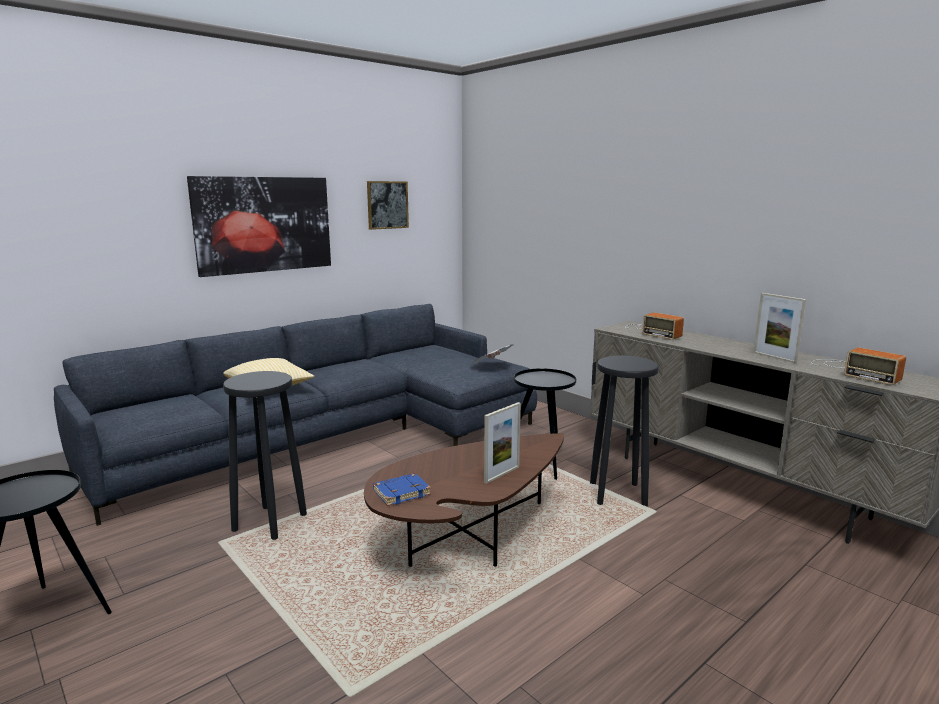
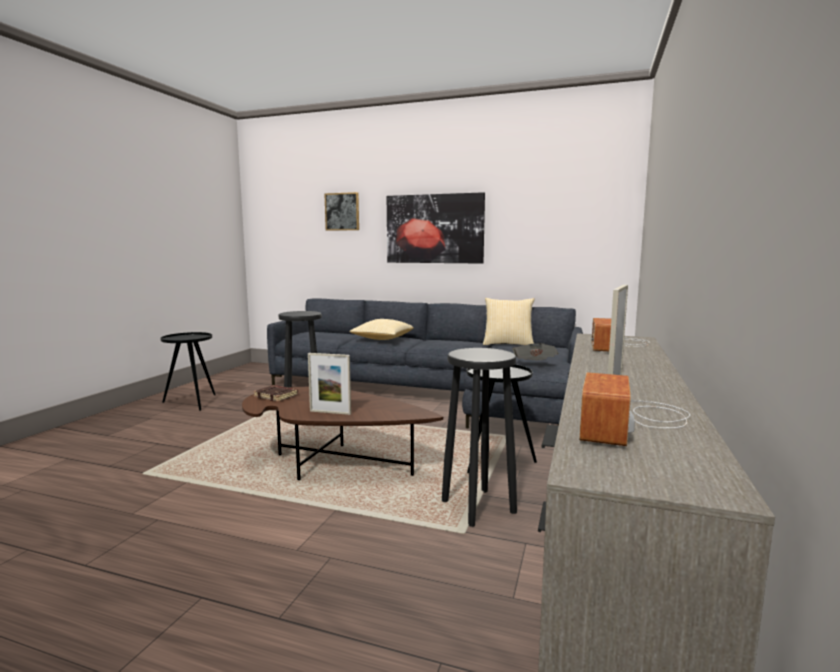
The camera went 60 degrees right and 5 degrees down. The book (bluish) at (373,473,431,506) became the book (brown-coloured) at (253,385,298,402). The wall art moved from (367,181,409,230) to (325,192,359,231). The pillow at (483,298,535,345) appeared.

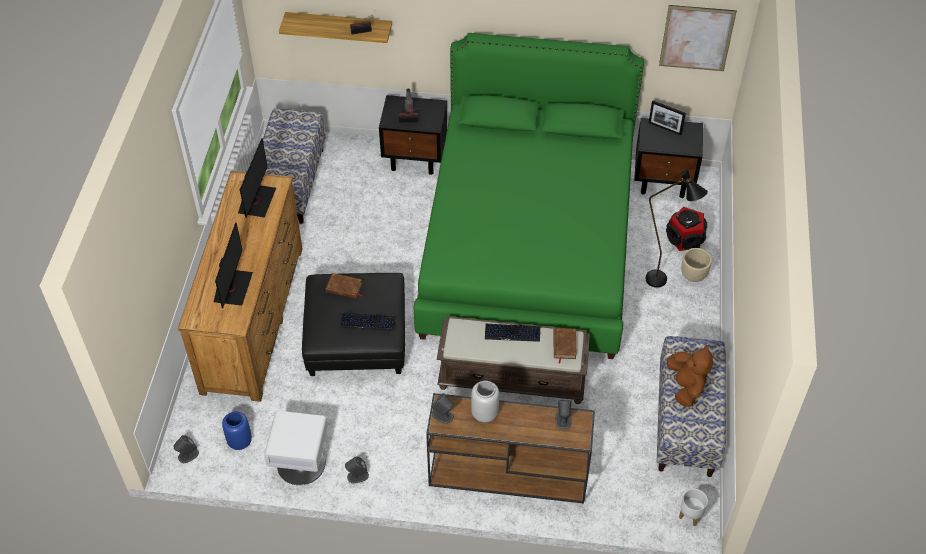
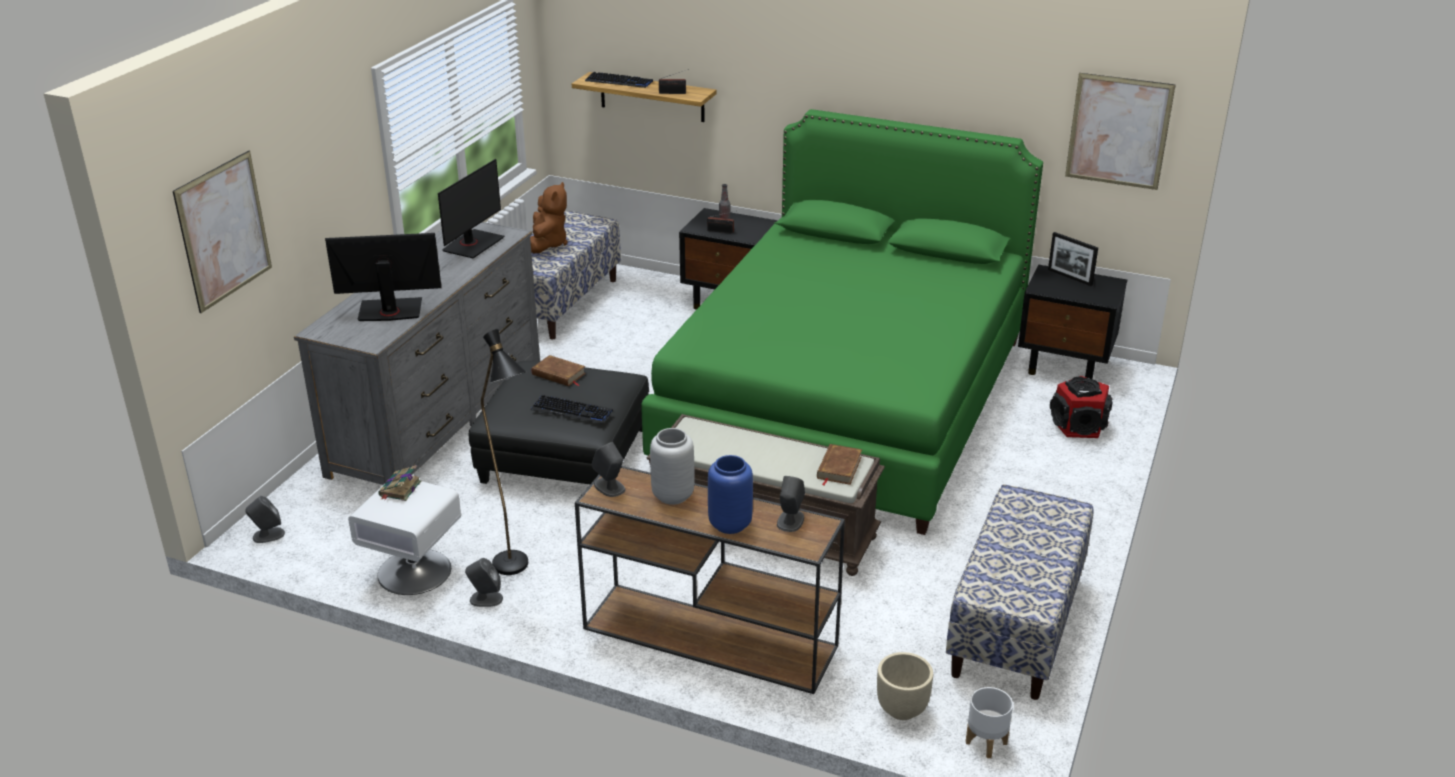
The camera went 15 degrees right and 20 degrees down. The wall art at (173,151,272,313) appeared. The dresser (brown-coloured) at (178,171,302,402) became the dresser (grey) at (294,222,540,485). The computer screen at (214,222,253,309) turned 120 degrees counterclockwise. The book at (378,465,421,501) appeared. The floor lamp (black) moved from (646,169,708,288) to (481,329,528,575). The cuddly toy (brown-coloured) moved from (667,345,713,407) to (530,182,567,253). The keyboard moved from (485,324,540,342) to (585,72,653,88). The flower vase (bluish) moved from (222,411,252,450) to (708,455,753,534). The planter (beige) moved from (681,248,712,282) to (877,652,933,720).

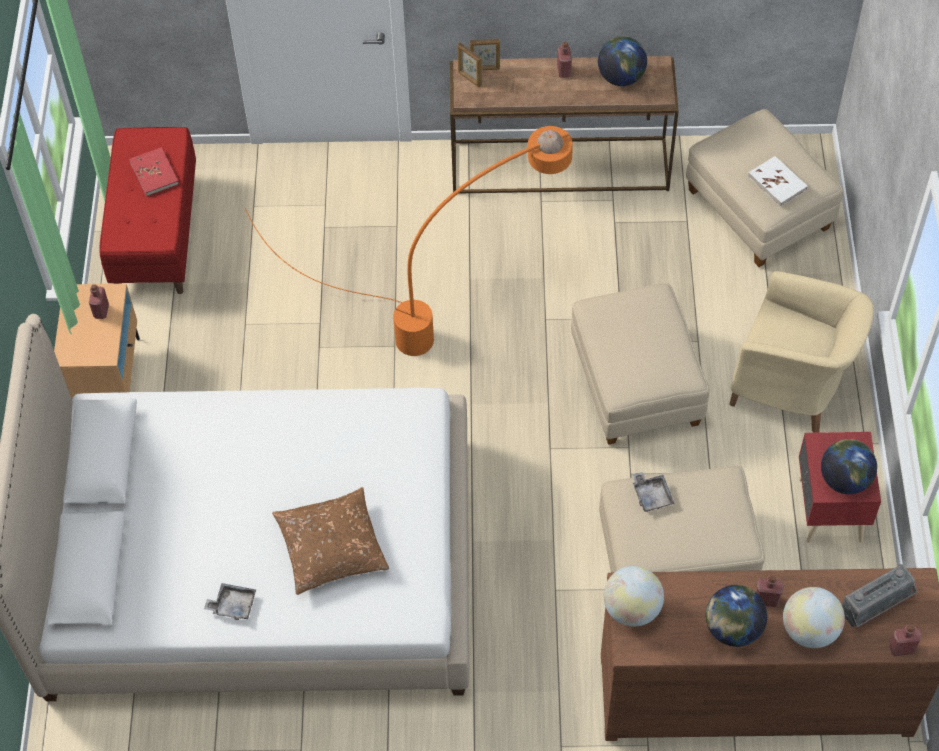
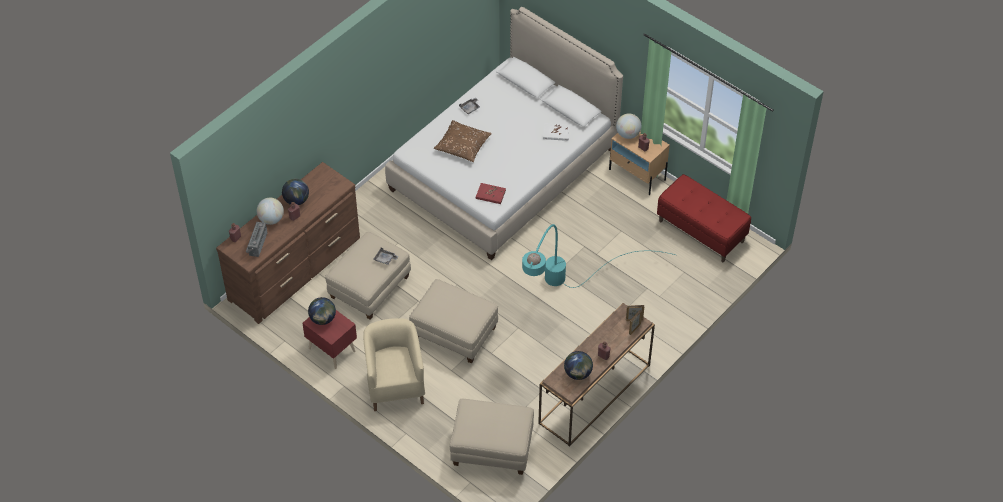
The camera went 130 degrees right and 5 degrees down. The armchair (beige) at (729,271,874,433) turned 105 degrees clockwise. The book (reddish) moved from (129,147,179,197) to (476,183,506,204). The floor lamp (orangey) at (245,126,573,356) became the floor lamp (turquoise) at (522,224,675,288). The book (white-coloured) moved from (748,156,808,207) to (543,123,569,141). The desk globe moved from (604,566,664,627) to (616,113,642,139).

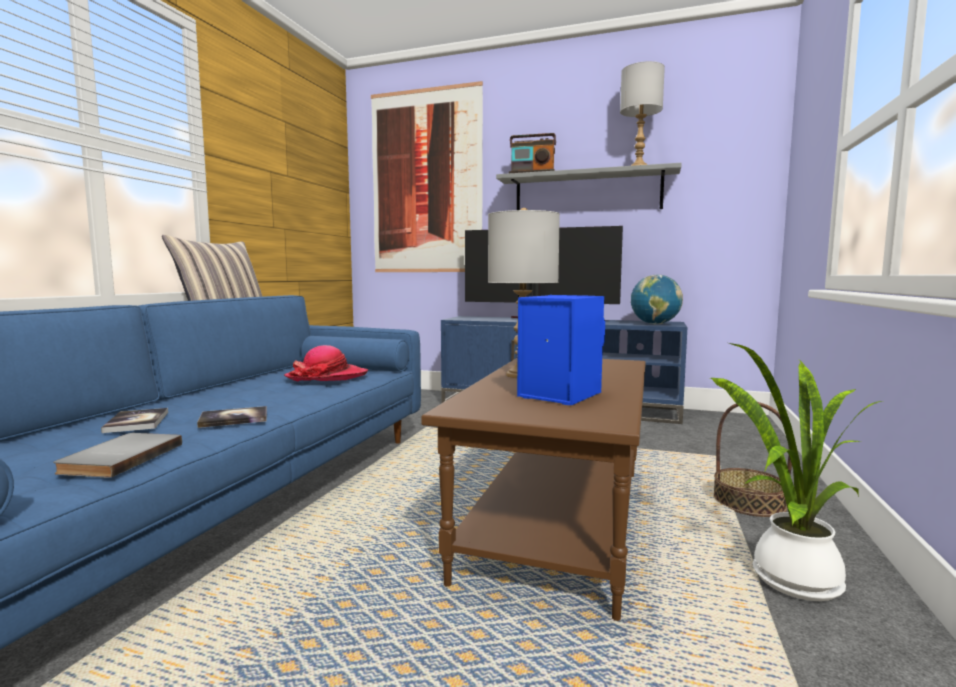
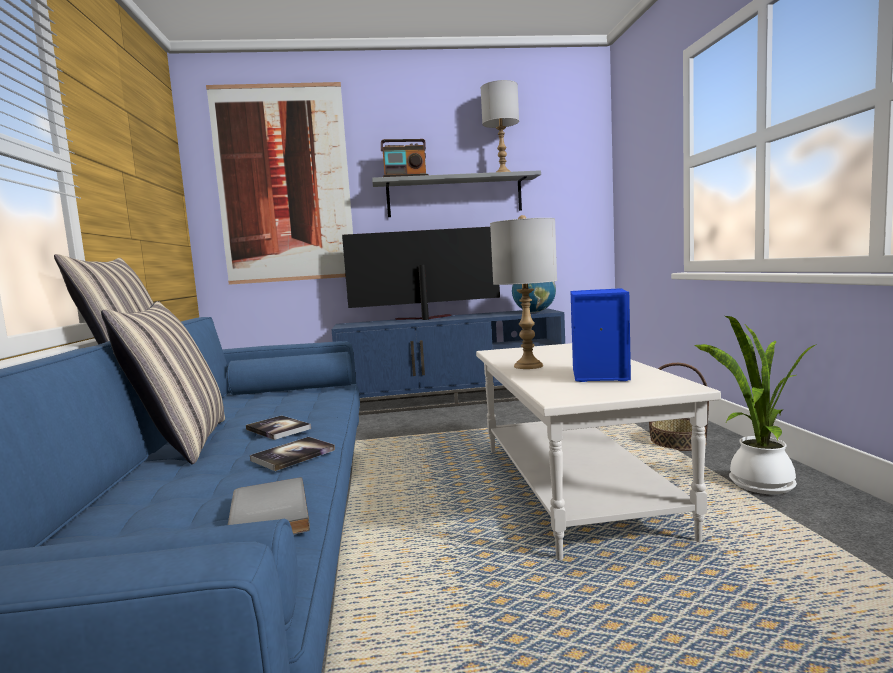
The camera went 25 degrees left and 0 degrees up. The pillow at (101,301,225,464) appeared. The book moved from (101,408,168,433) to (246,415,311,440). The low table (brown-coloured) at (421,358,646,621) became the low table (white-coloured) at (476,343,721,560). The clothing hat at (284,345,368,381) disappeared.

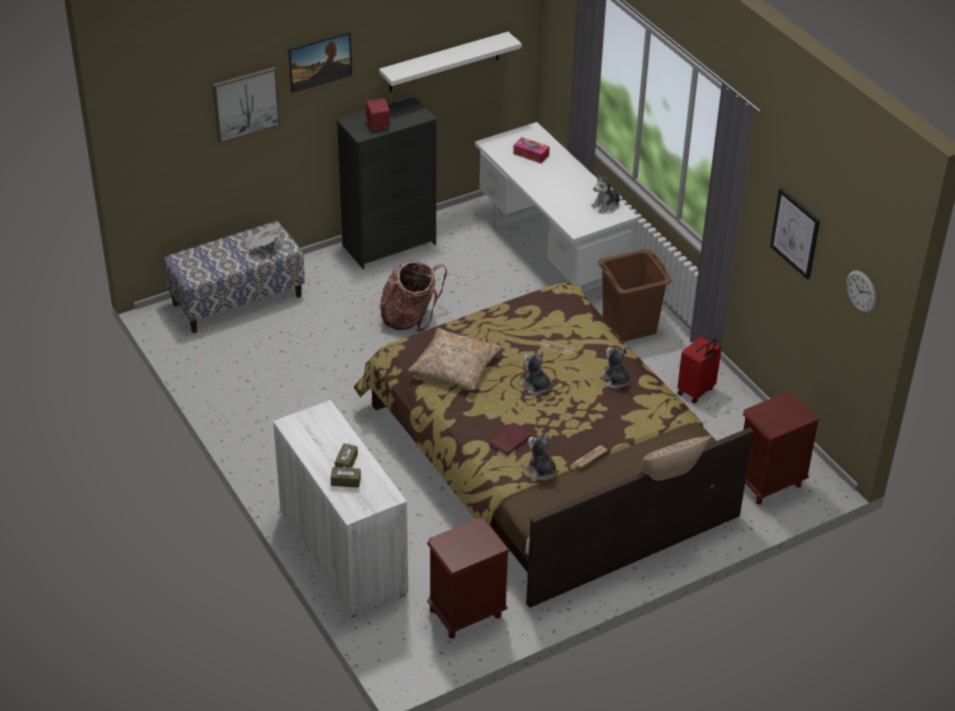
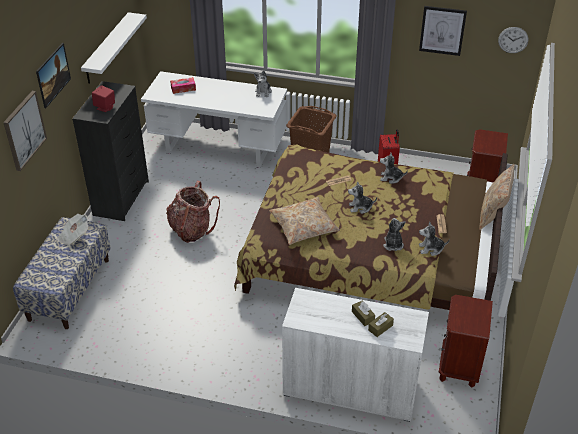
The camera went 45 degrees left and 0 degrees up. The book (reddish) at (490,423,531,455) was replaced by the cuddly toy at (383,218,406,251).

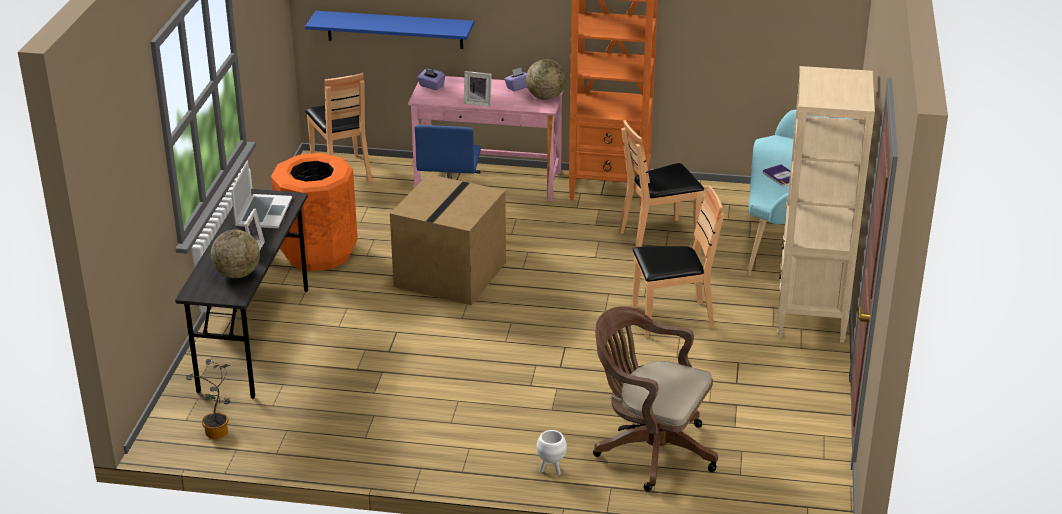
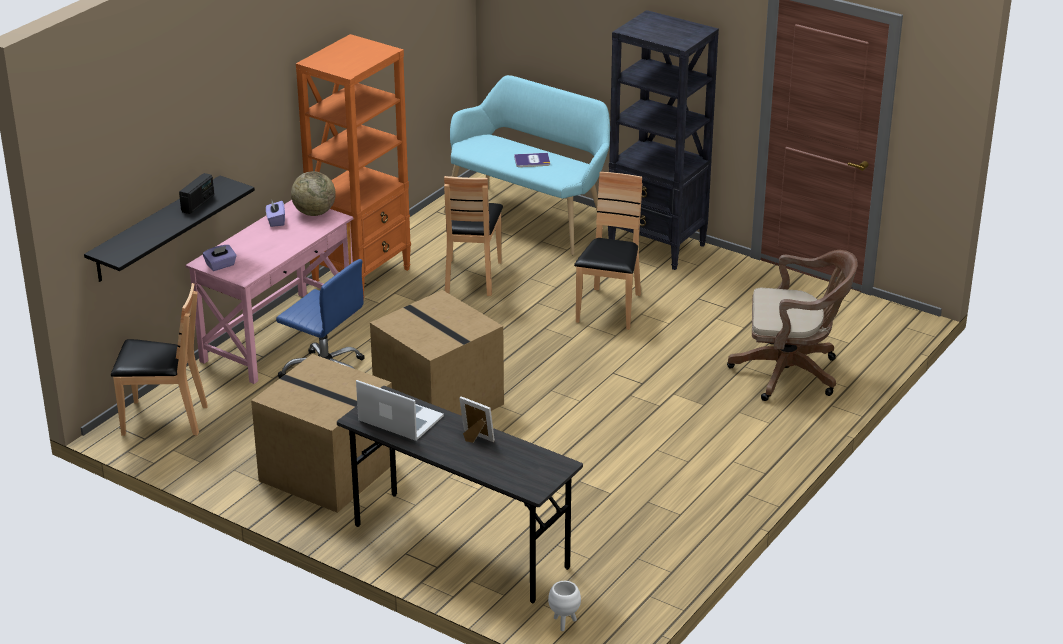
The camera went 65 degrees left and 0 degrees up. The shelf (bluish) at (305,11,474,49) became the shelf (black) at (84,175,255,282). The radio at (179,173,214,214) appeared. The rubbish bin (orangey) at (271,153,358,271) was replaced by the packing box at (251,354,392,513). The planter (white-coloured) moved from (536,430,567,475) to (548,581,581,631). The bookshelf (beige) at (777,66,875,343) became the bookshelf (black) at (608,10,719,270). The office chair (brown-coloured) at (593,306,718,491) turned 135 degrees counterclockwise. The houseplant at (186,359,231,439) disappeared. The desk globe at (211,230,260,278) disappeared. The photo frame at (464,71,492,107) disappeared.

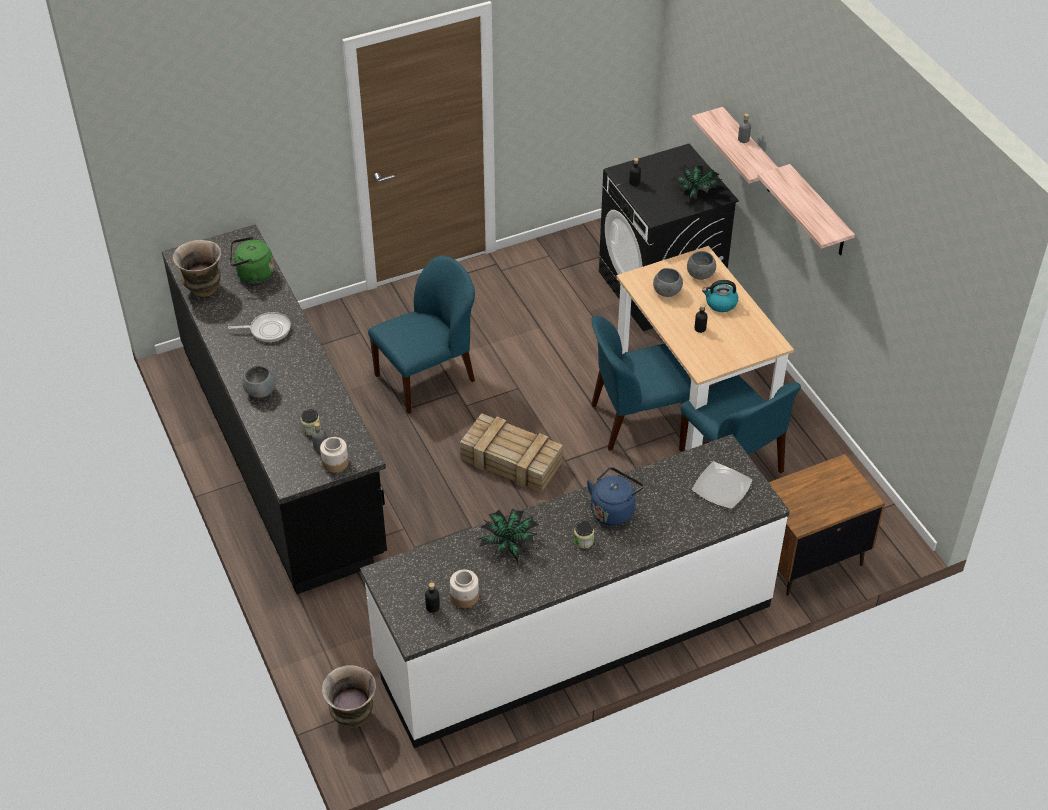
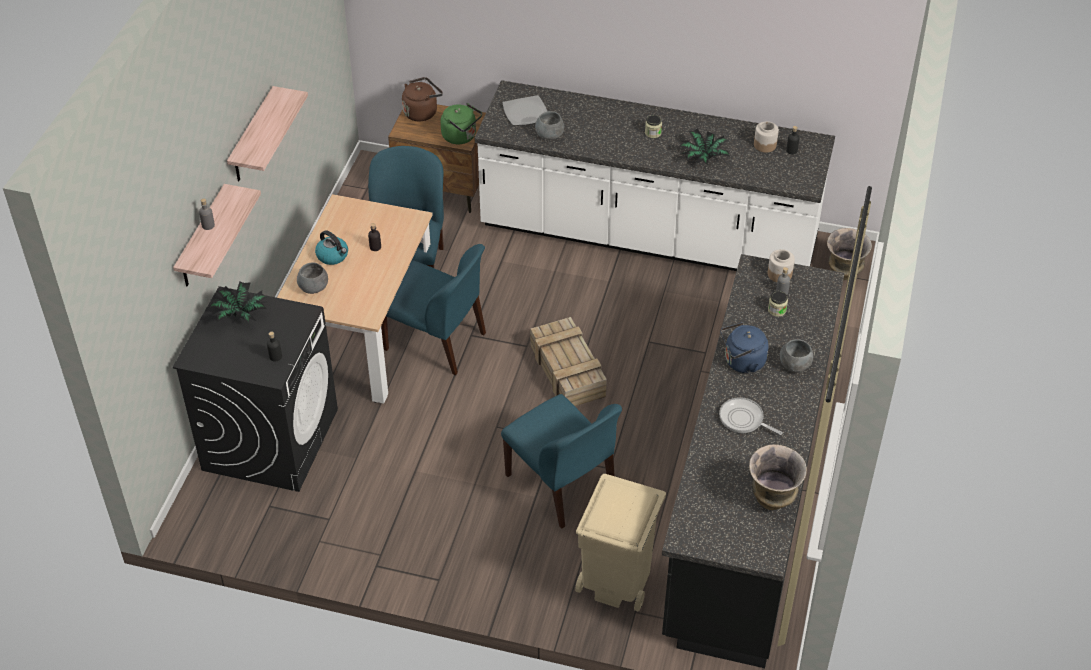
The camera went 140 degrees left and 0 degrees up. The tea kettle (brown-coloured) at (402,77,443,121) appeared. The tea kettle (greenish) moved from (230,237,274,283) to (441,103,482,144). The plain chair (bluish) at (368,256,475,414) turned 135 degrees counterclockwise. The serving bowl (grey) moved from (653,268,683,297) to (535,111,564,140). The rubbish bin (beige) at (575,474,666,611) appeared. The tea kettle (bluish) moved from (587,467,644,526) to (720,322,769,373).

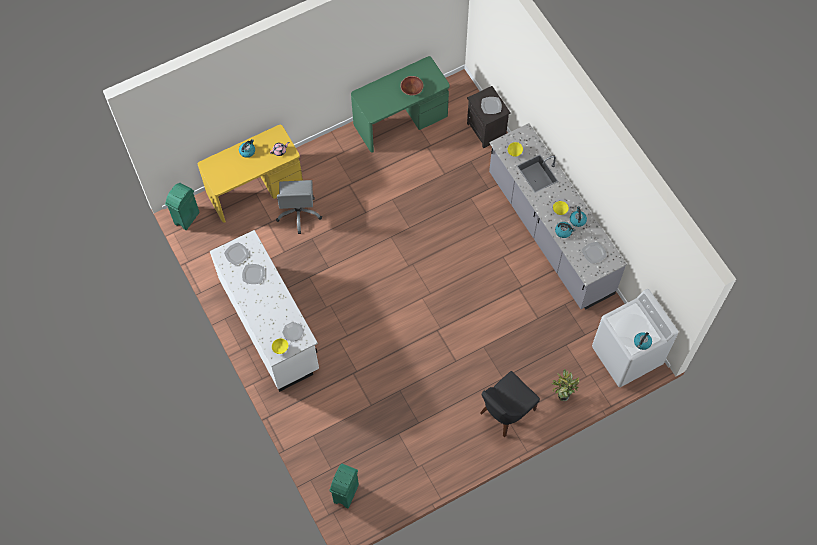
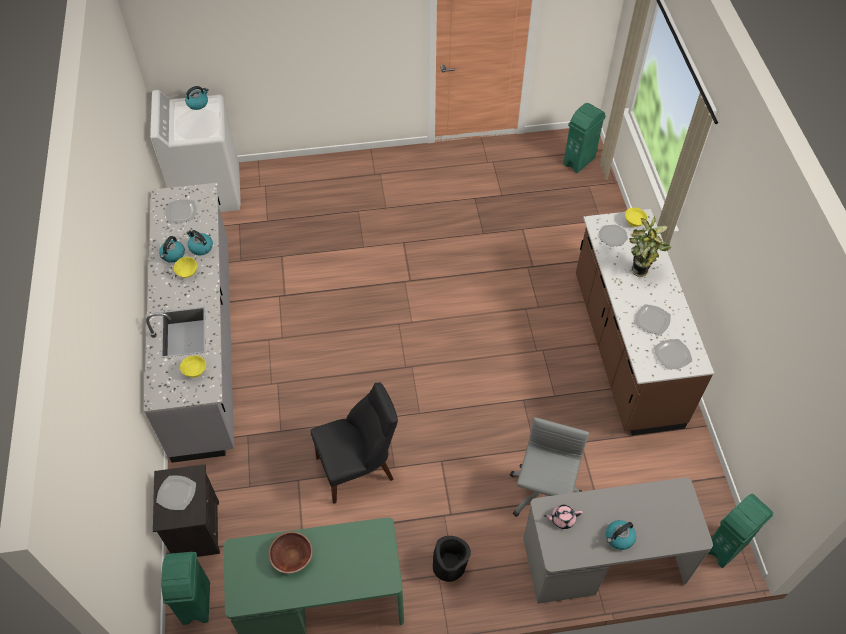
The camera went 160 degrees left and 10 degrees down. The rubbish bin (greenish) at (161,552,210,625) appeared. The plain chair (black) moved from (480,371,540,437) to (311,382,398,504). The planter (black) at (433,536,471,582) appeared. The desk table (yellow-coloured) at (198,125,303,223) became the desk table (grey) at (523,477,713,604). The kitchen counter (white-coloured) at (210,230,319,392) became the kitchen counter (brown-coloured) at (576,209,714,436). The houseplant moved from (552,369,579,401) to (629,216,671,277).

